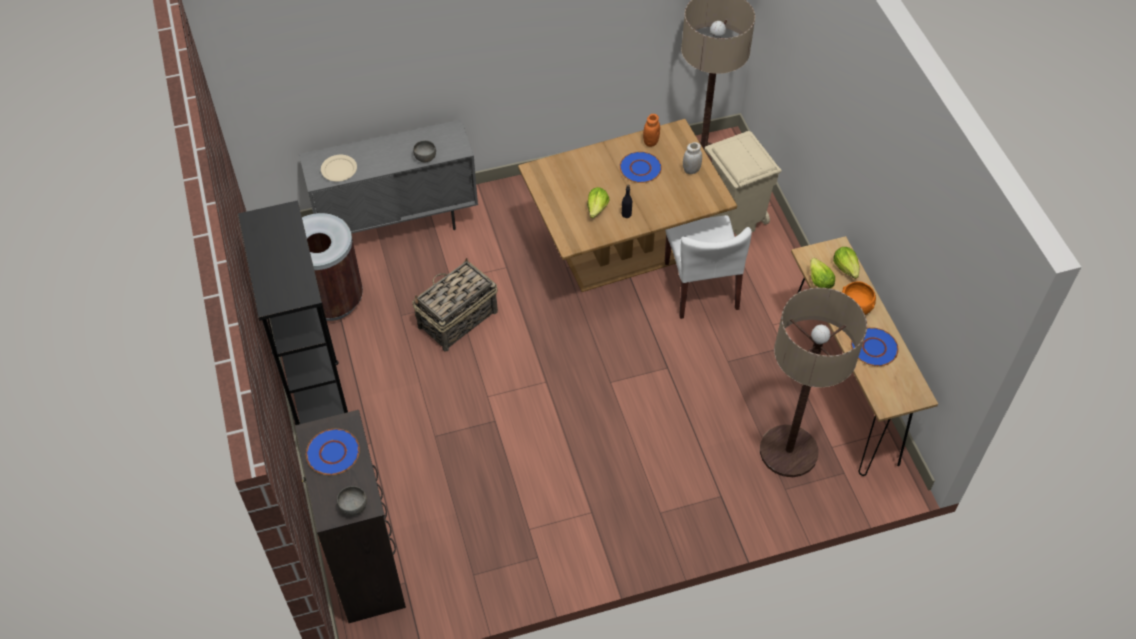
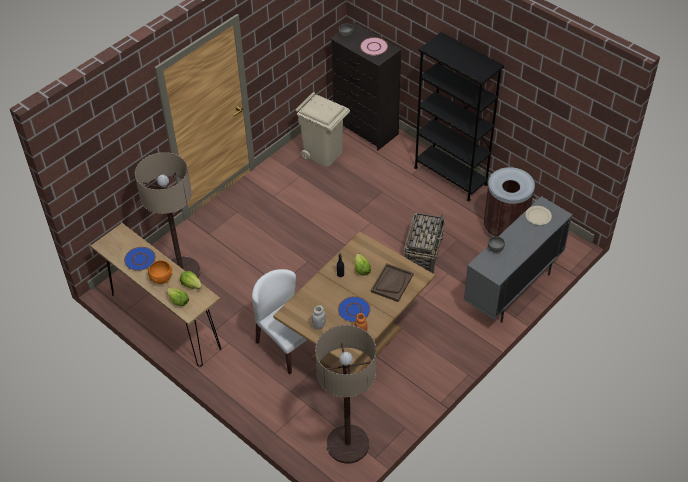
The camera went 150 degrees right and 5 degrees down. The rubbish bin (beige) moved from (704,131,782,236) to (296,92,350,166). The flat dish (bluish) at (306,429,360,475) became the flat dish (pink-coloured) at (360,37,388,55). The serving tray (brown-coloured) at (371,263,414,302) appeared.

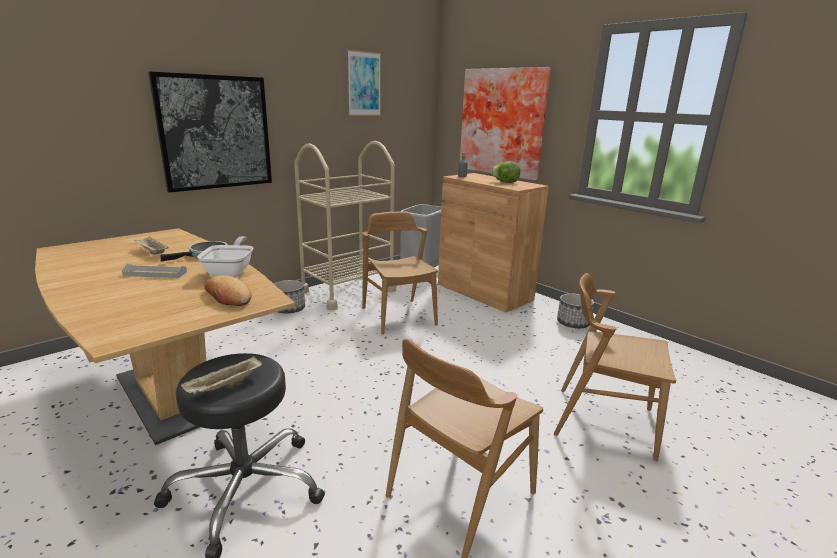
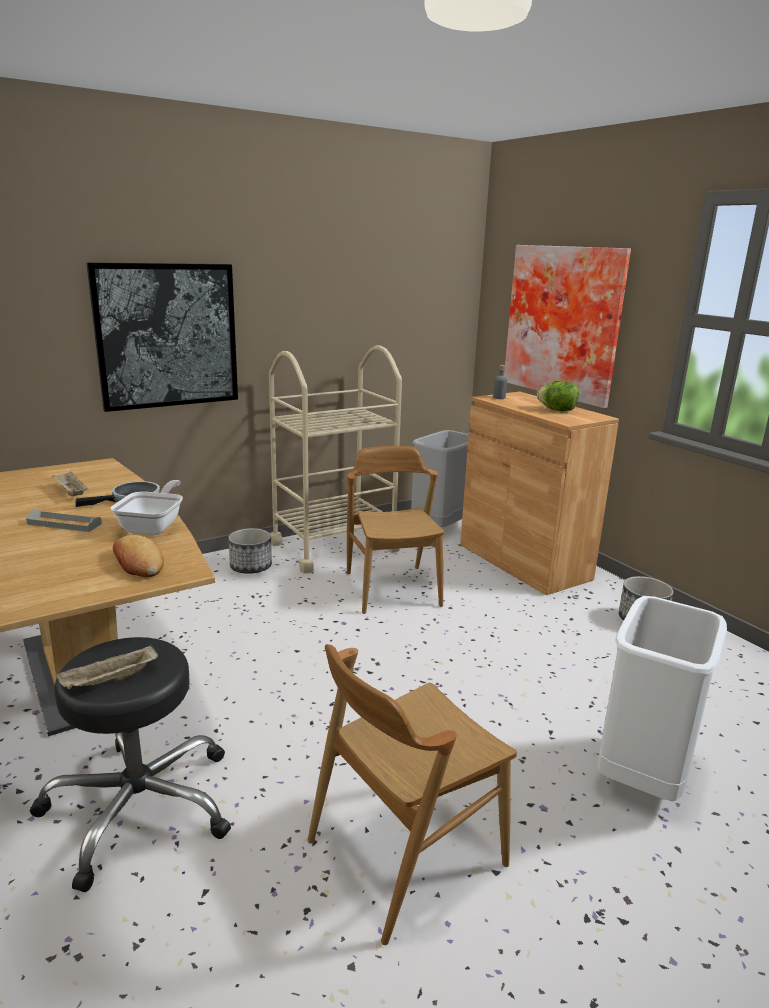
The camera went 10 degrees right and 0 degrees up. The plain chair (brown-coloured) at (554,273,676,461) was replaced by the rubbish bin (white-coloured) at (597,596,727,801). The wall art at (348,50,381,116) disappeared.

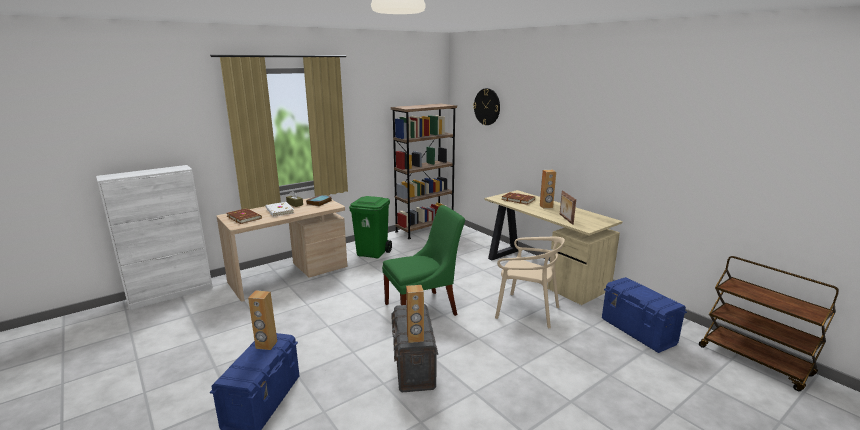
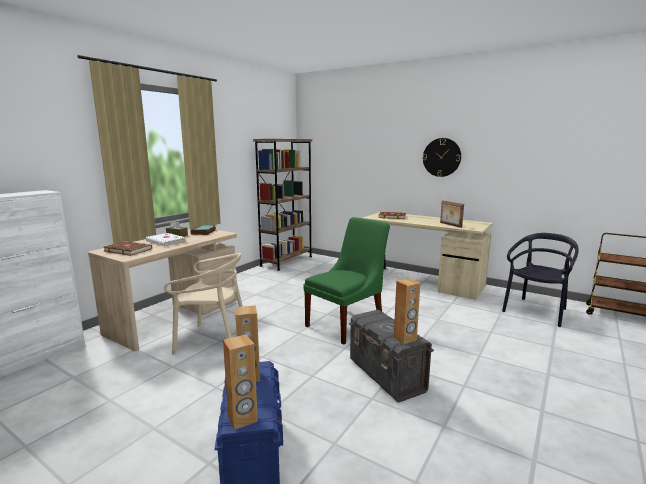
The camera went 20 degrees left and 5 degrees down. The plain chair (beige) moved from (495,237,565,328) to (164,253,243,355). The audio speaker (brown-coloured) moved from (540,170,556,208) to (223,334,258,430). The hanging clock moved from (473,88,500,125) to (423,138,461,177). The storage box (bluish) at (602,277,687,353) was replaced by the plain chair (black) at (502,233,579,327). The rubbish bin (greenish) at (349,196,392,259) disappeared.

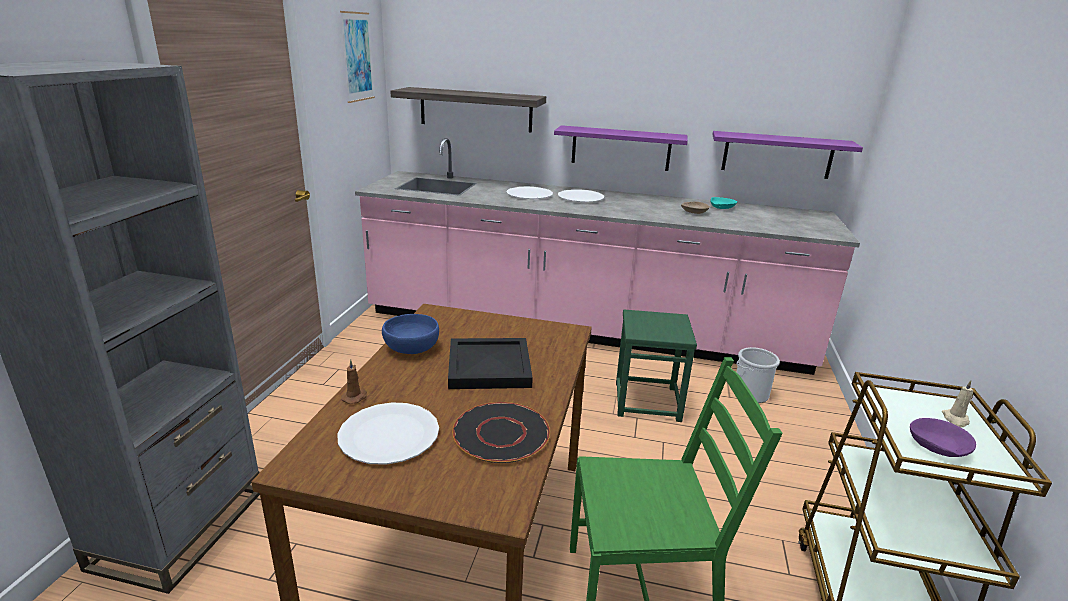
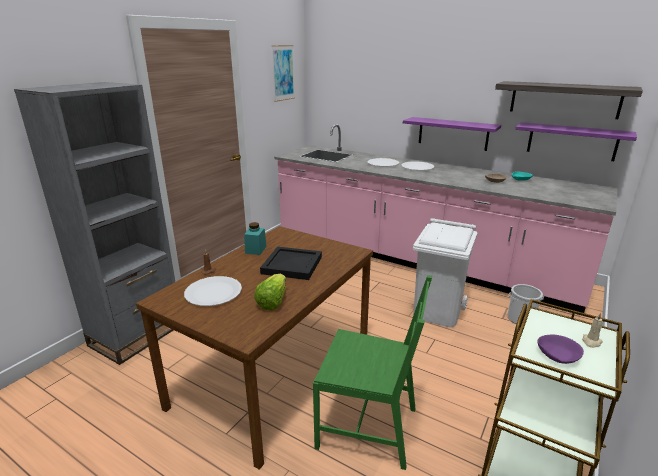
The camera went 20 degrees right and 0 degrees up. The serving bowl (bluish) at (382,314,439,354) was replaced by the jar (turquoise) at (244,222,267,255). The flat dish (black) at (452,402,550,463) was replaced by the lettuce head at (254,274,286,310). The sitting stool (greenish) at (616,310,697,422) was replaced by the rubbish bin (white-coloured) at (413,218,477,327). The shelf moved from (390,87,546,133) to (495,81,643,119).

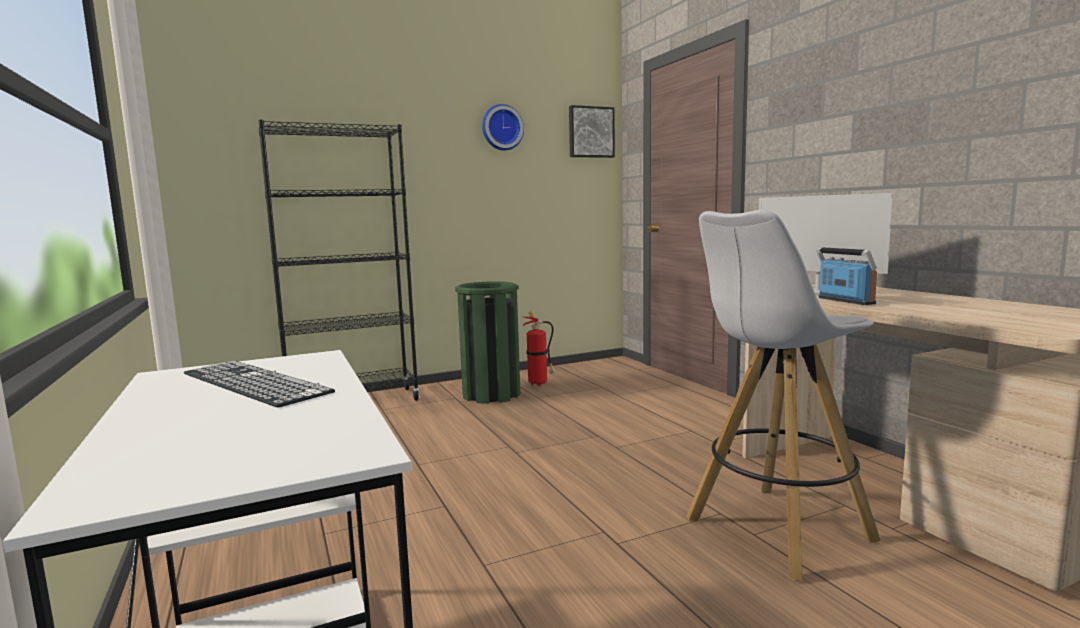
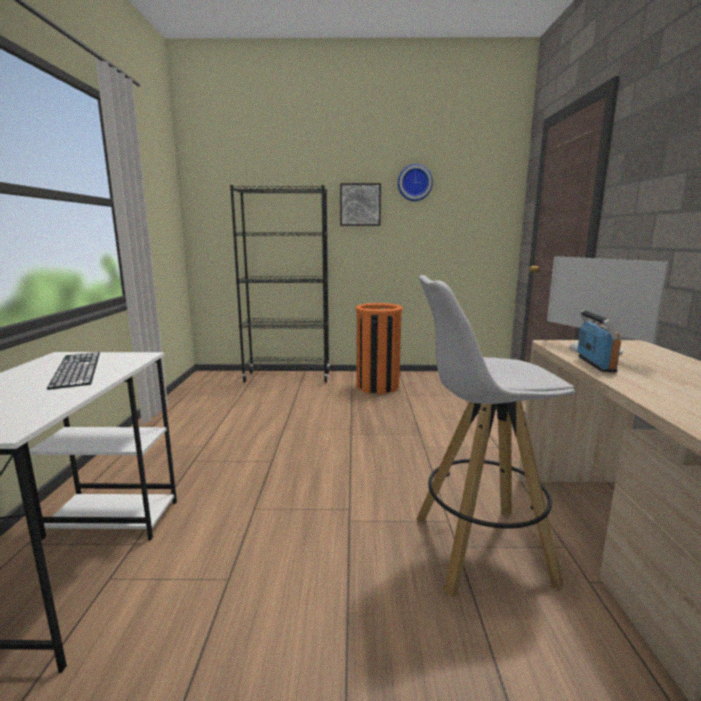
The camera went 25 degrees right and 5 degrees up. The wall art moved from (569,105,615,158) to (340,183,381,226). The rubbish bin (greenish) at (455,281,521,404) became the rubbish bin (orangey) at (355,303,402,394). The fire-fighting cylinder at (523,311,556,386) disappeared.

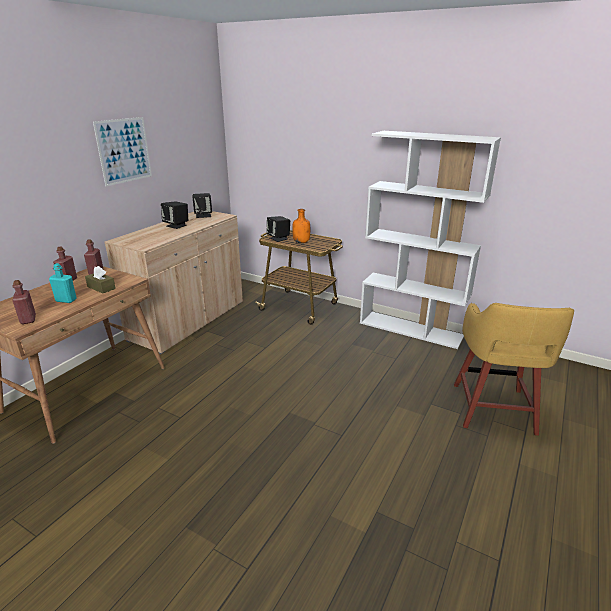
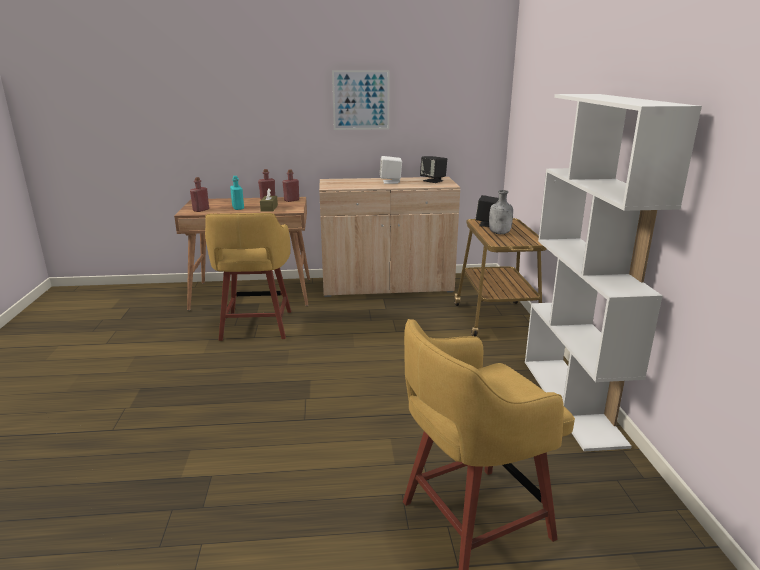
The camera went 55 degrees right and 5 degrees down. The sitting stool (yellow-coloured) at (205,213,291,341) appeared. The audio speaker (black) at (161,201,188,229) became the audio speaker (white-coloured) at (380,156,402,184). The drink bottle (orangey) at (292,209,310,243) became the drink bottle (grey) at (489,190,513,234).

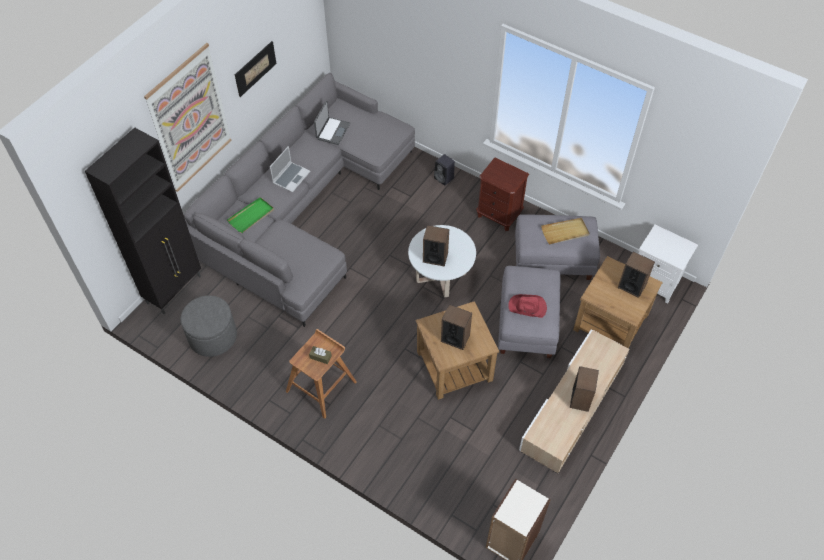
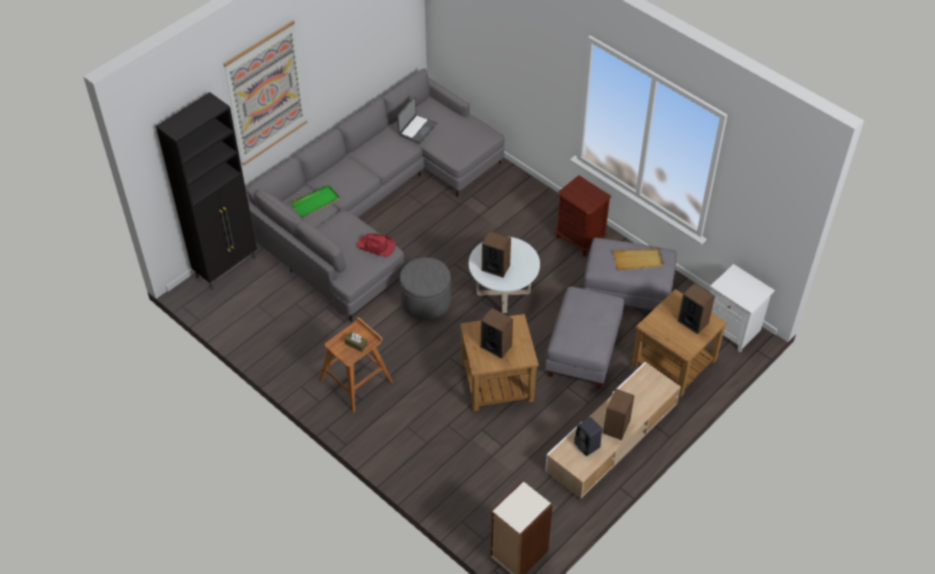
The camera went 10 degrees right and 5 degrees down. The clothing hat (reddish) moved from (508,294,547,318) to (357,233,395,257). The footrest (grey) moved from (180,295,237,357) to (400,257,451,320). The audio speaker (black) moved from (434,154,455,185) to (574,417,602,456). The wall art at (235,41,276,97) disappeared. The notebook computer at (270,146,310,193) disappeared.

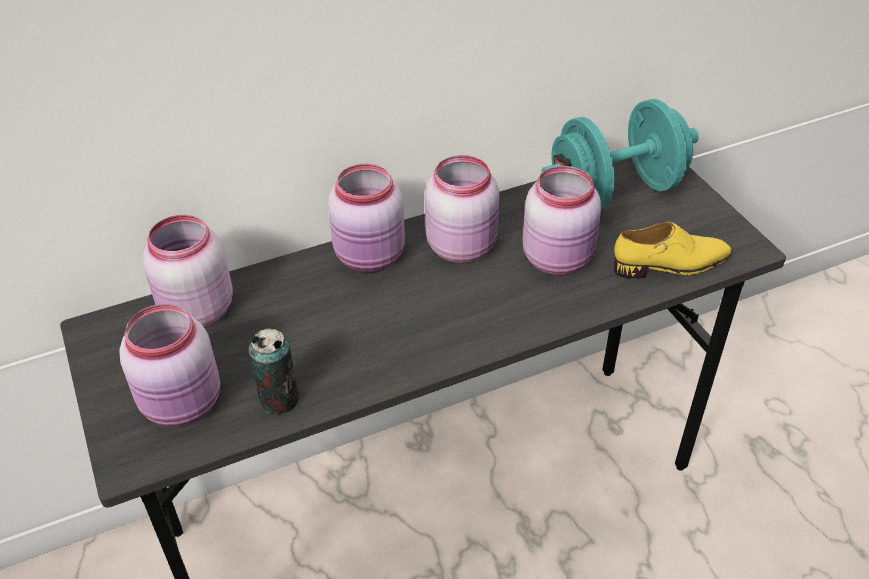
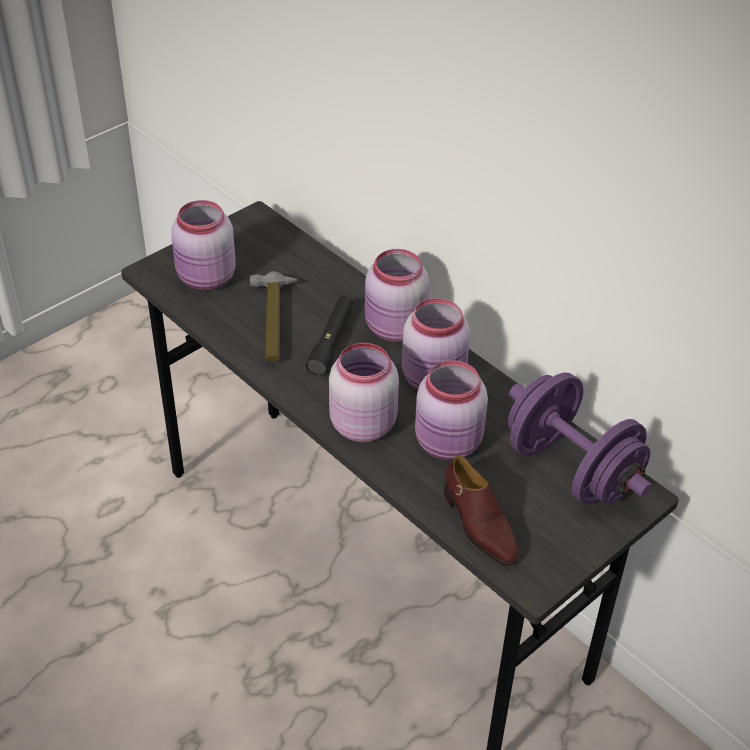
The camera went 70 degrees right and 0 degrees up. The hammer at (250,271,298,362) appeared. The hand torch (black) at (306,296,353,376) appeared. The jar (pink-coloured) moved from (143,215,233,327) to (329,343,399,442). The low shoe (yellow-coloured) at (614,222,732,279) became the low shoe (brown-coloured) at (444,456,518,566). The hand weight (turquoise) at (542,99,699,208) became the hand weight (purplish) at (508,373,652,505). The metal can at (249,328,299,414) disappeared.

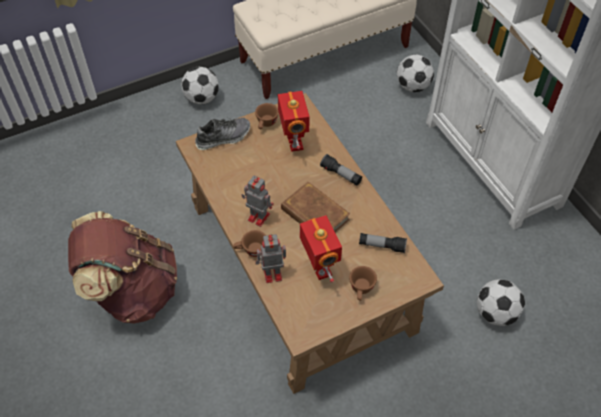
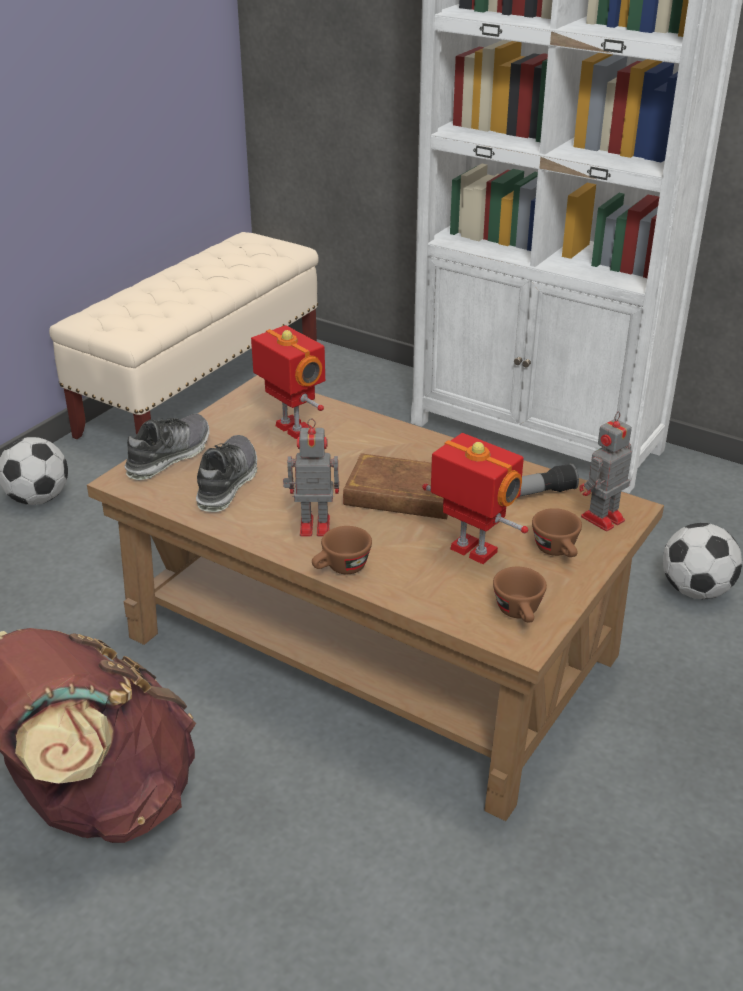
The camera went 30 degrees left and 20 degrees down. The low shoe at (196,435,257,512) appeared. The cup (brown-coloured) moved from (255,103,279,129) to (493,567,547,622). The model robot moved from (255,234,286,283) to (579,411,632,531). The hand torch at (320,154,362,186) disappeared. The football ball at (397,54,434,92) disappeared.

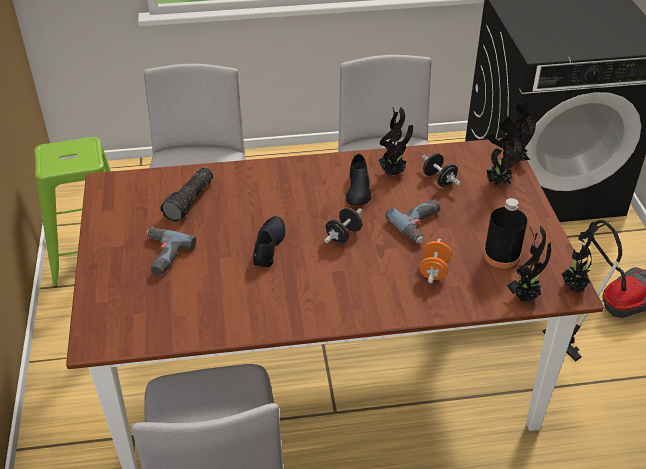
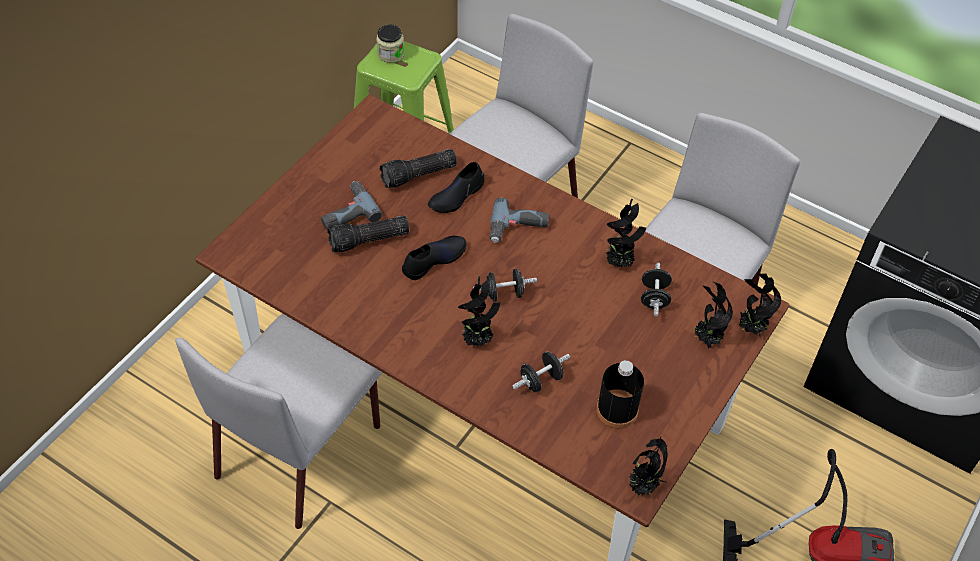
The camera went 40 degrees right and 10 degrees up. The hand torch at (327,216,409,253) appeared. The jar at (376,24,404,63) appeared. The low shoe (black) moved from (346,154,371,205) to (428,162,484,213). The houseplant moved from (506,226,551,303) to (458,277,500,346). The drill moved from (385,199,440,243) to (490,198,549,243). The hand weight (orangey) at (419,239,452,283) became the hand weight (black) at (512,351,570,392).

